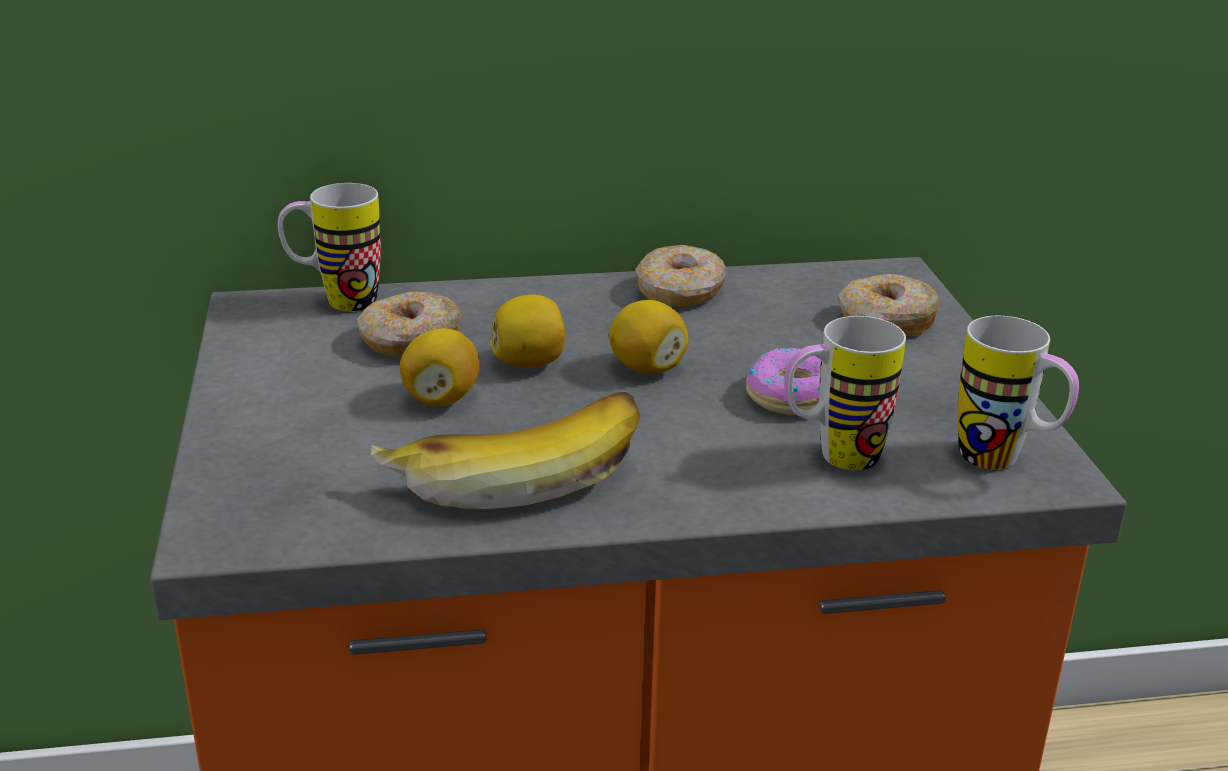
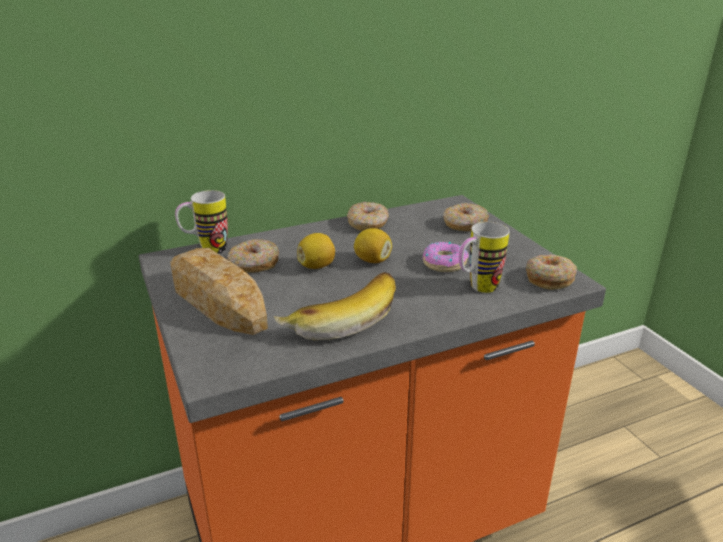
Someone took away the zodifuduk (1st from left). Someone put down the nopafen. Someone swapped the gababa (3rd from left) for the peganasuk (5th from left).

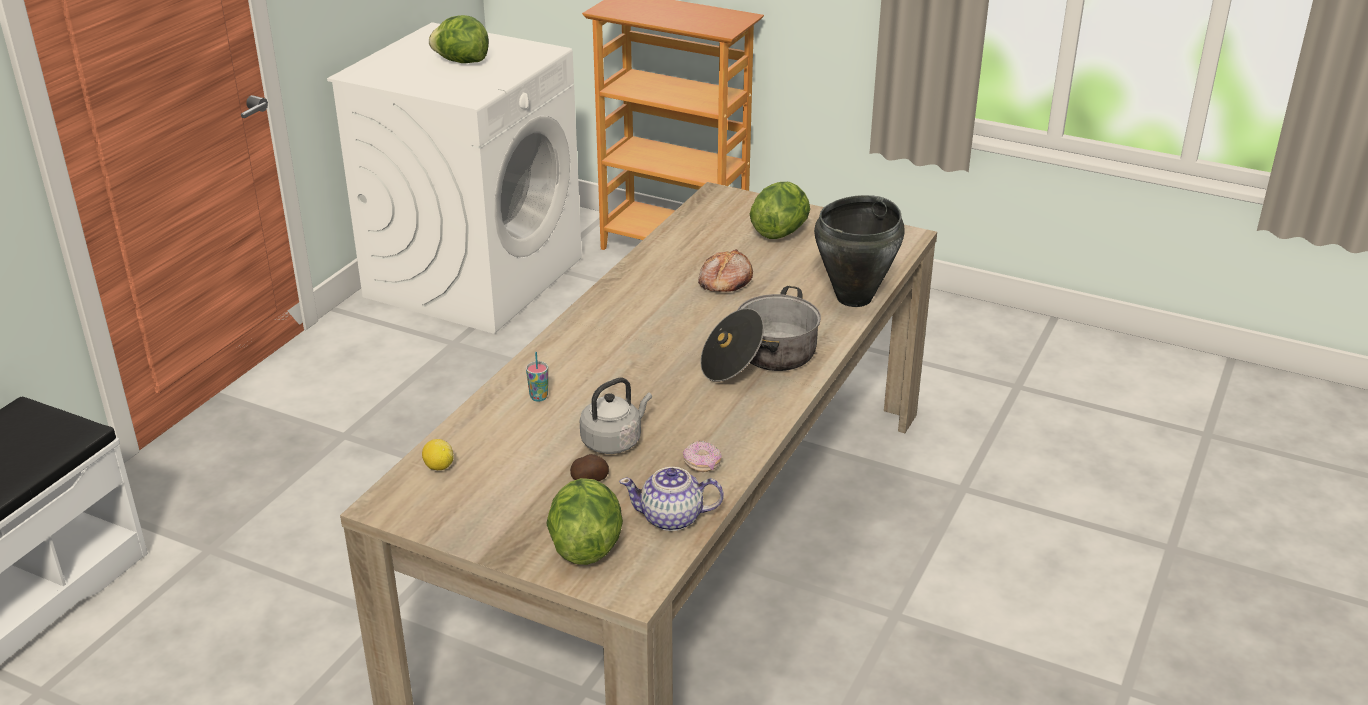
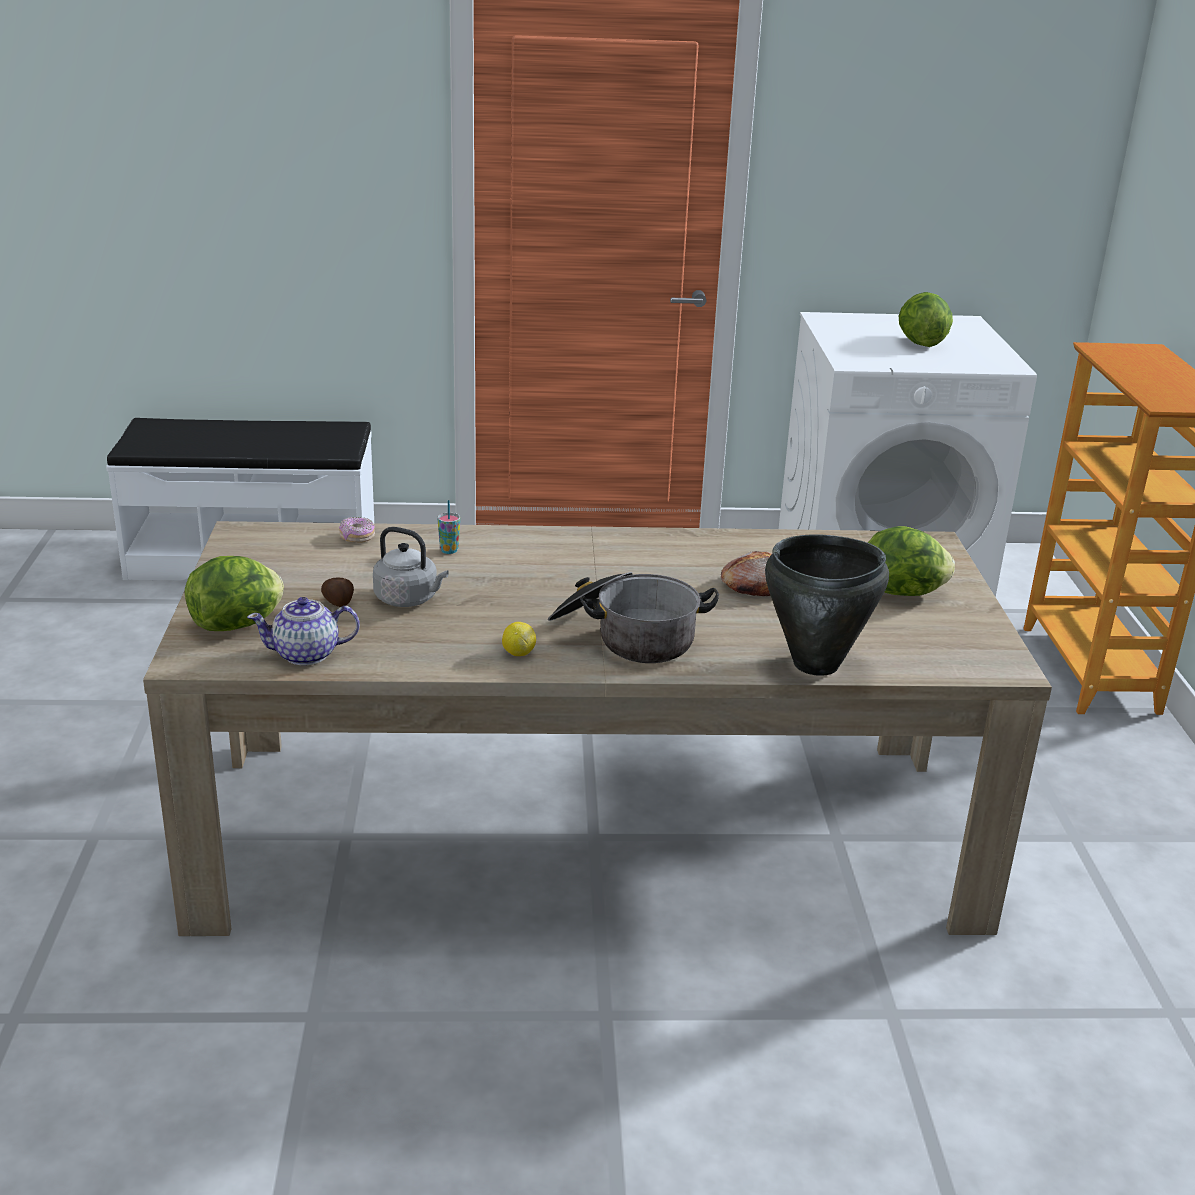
Someone carried the zodifuduk. Someone carried the peganasuk. Someone rotated the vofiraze by 75 degrees counterclockwise.

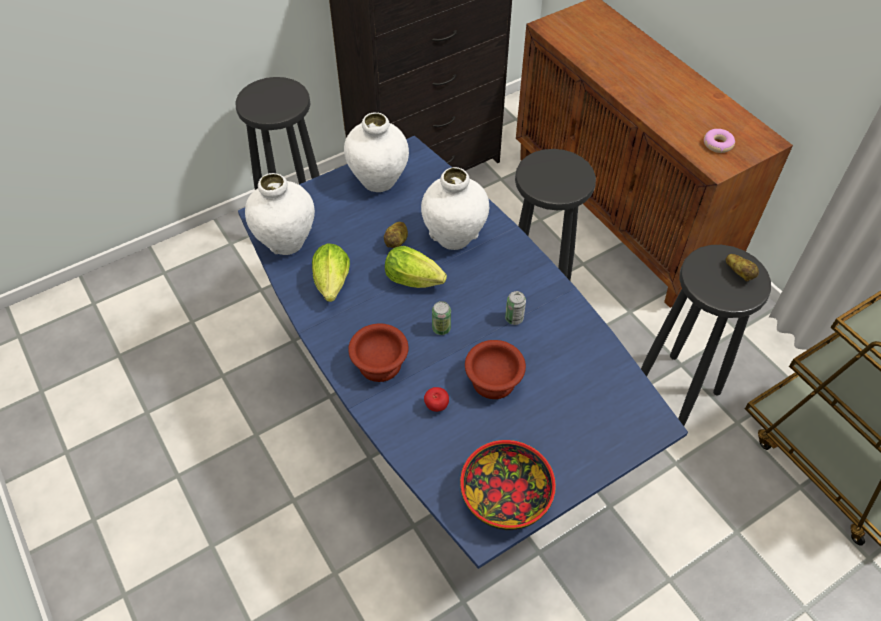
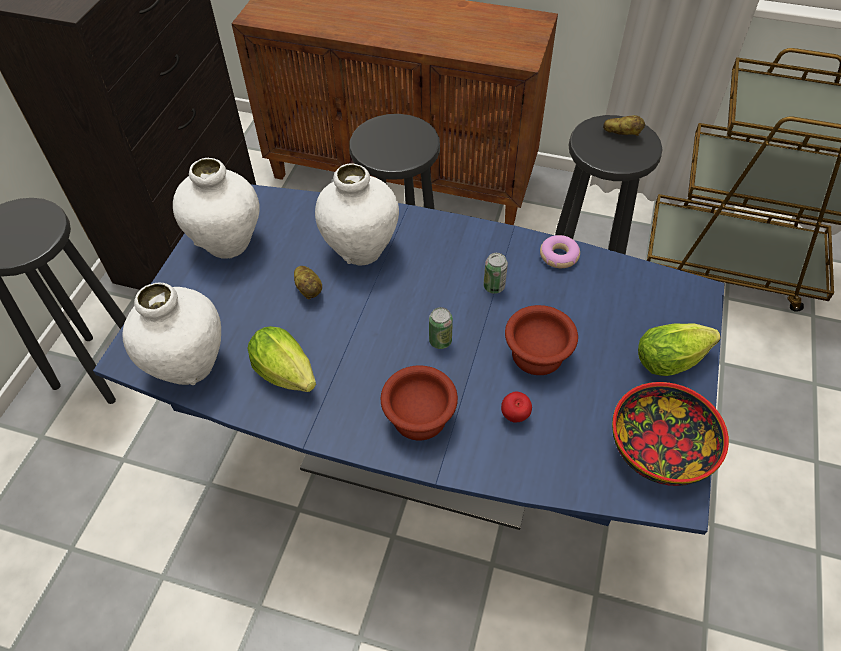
Someone carried the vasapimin (2nd from left). Someone carried the peganasuk.

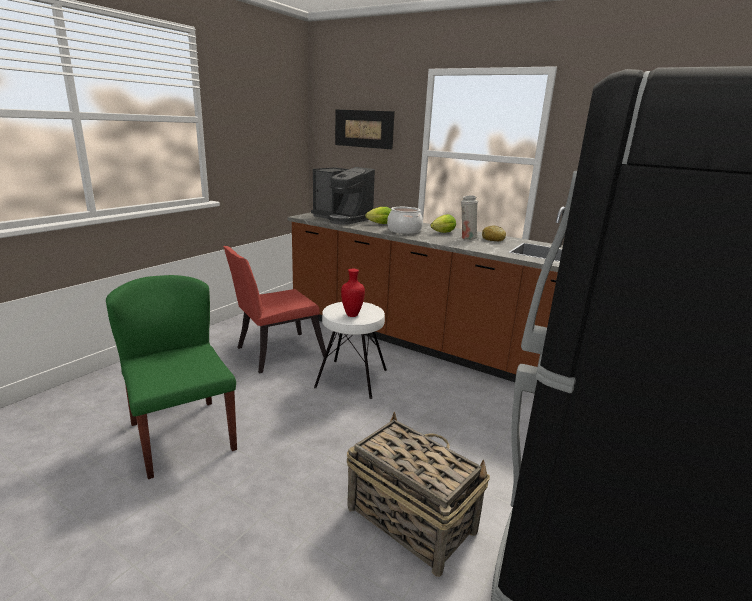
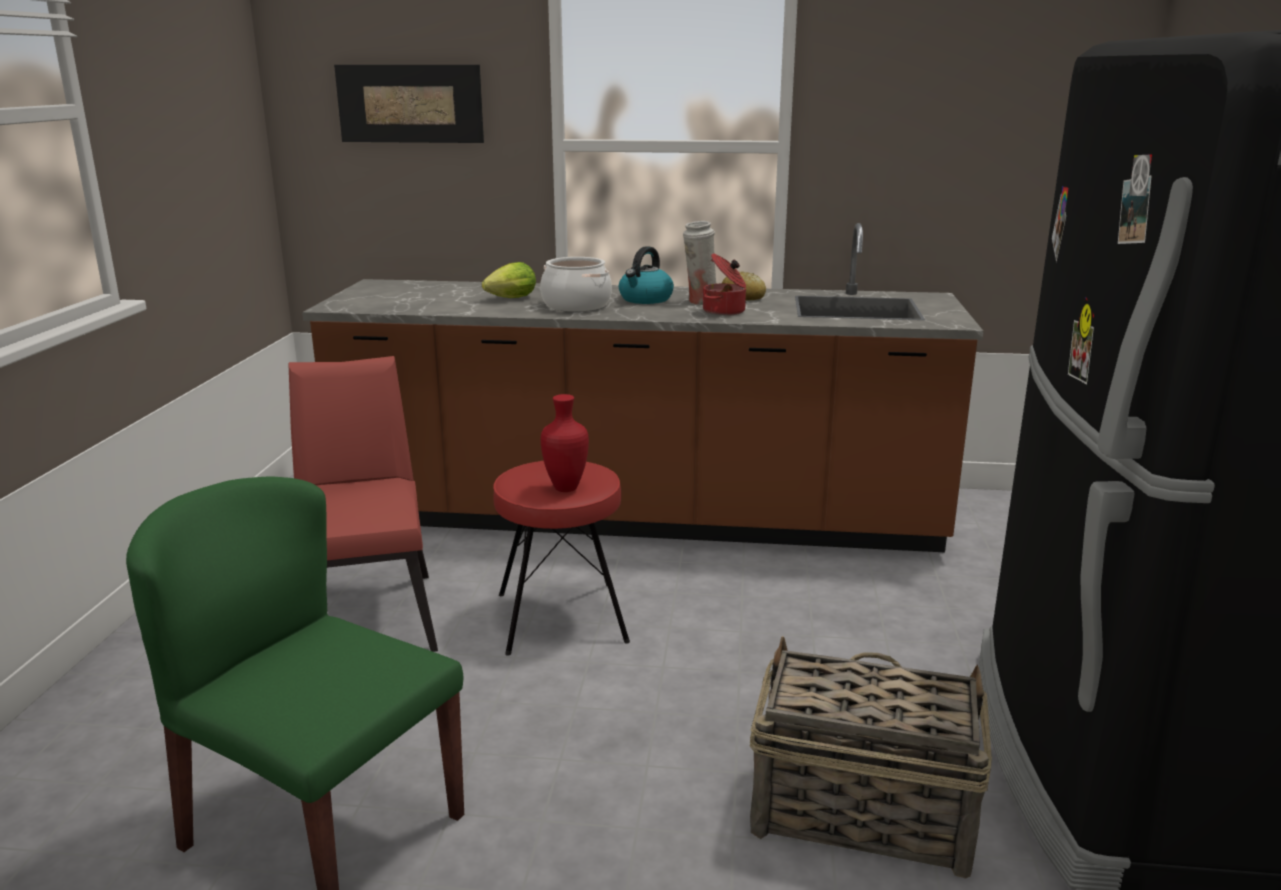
Someone took away the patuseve. Someone put down the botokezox (2nd from left). Someone swapped the vasapimin (2nd from left) for the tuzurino. Someone repainted the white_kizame, which became the red_kizame. Someone rotated the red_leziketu by 135 degrees clockwise.

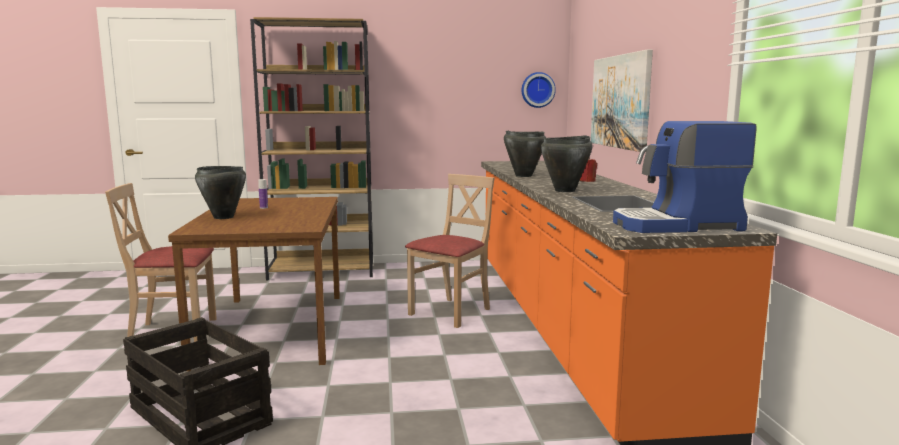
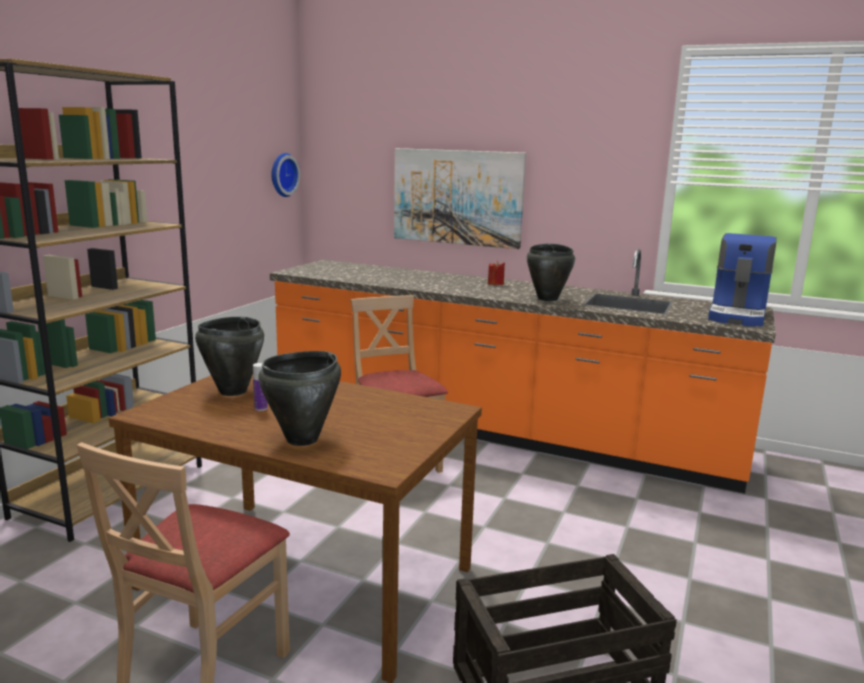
Someone carried the black_botokezox (2nd from left in the first image).

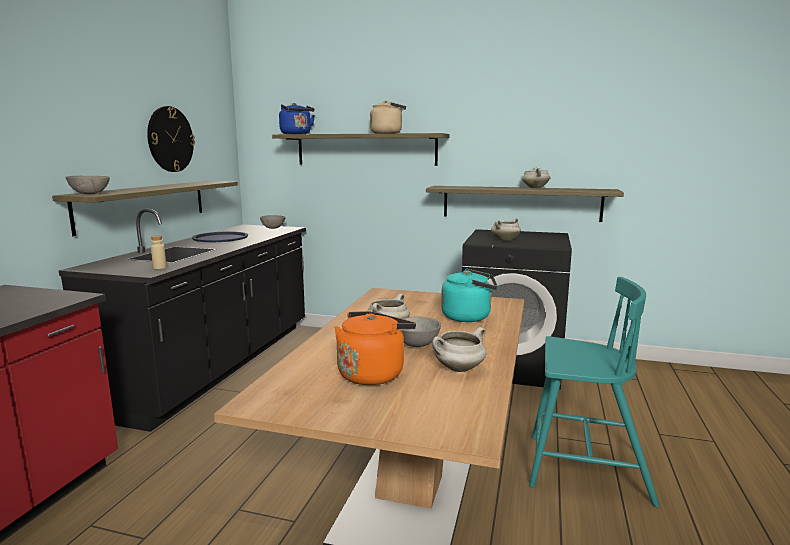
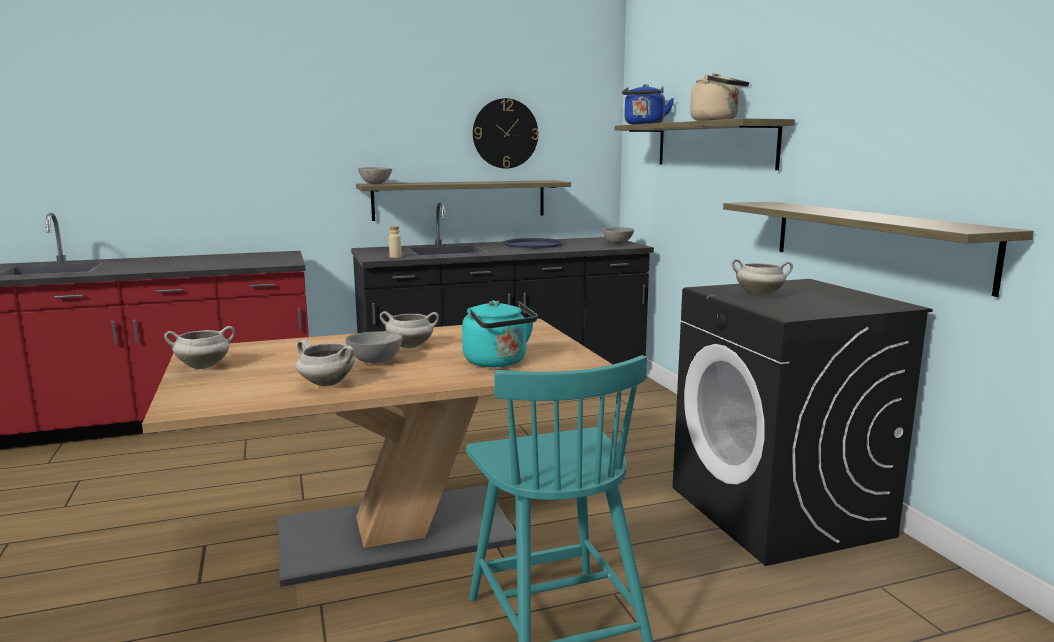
Someone took away the orange_tuzurino. Someone carried the white_botokezox (4th from left in the first image).

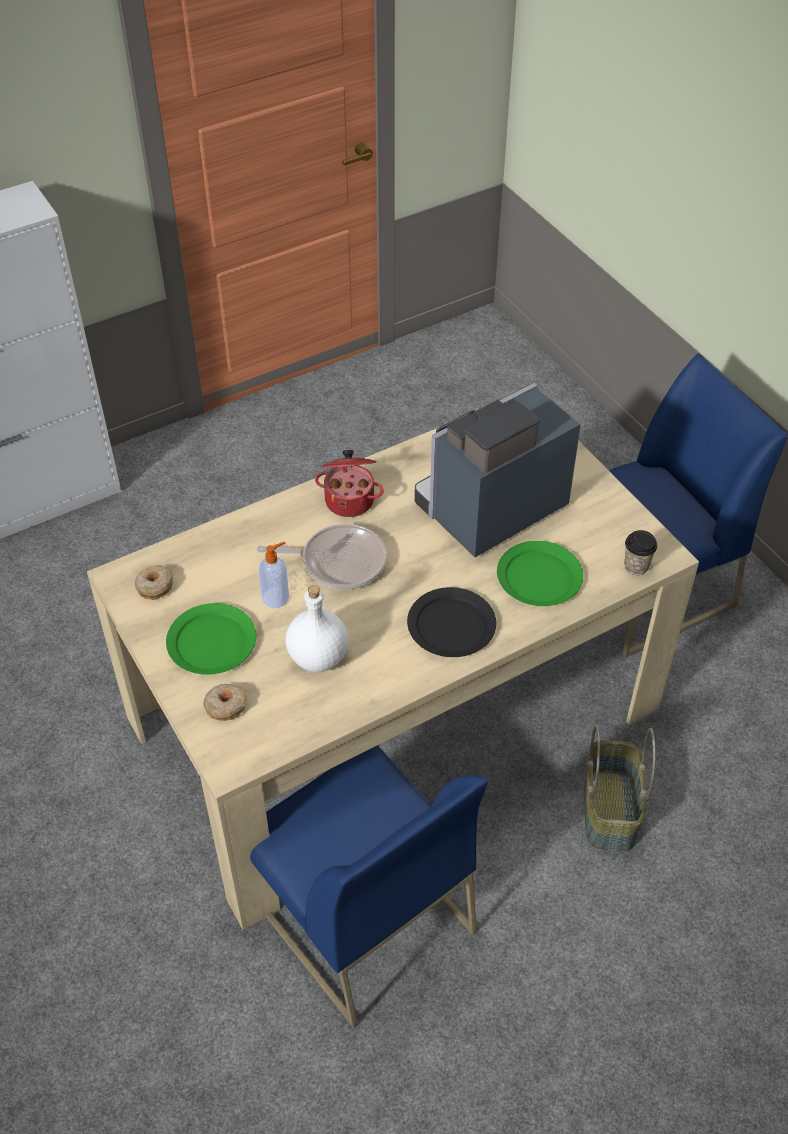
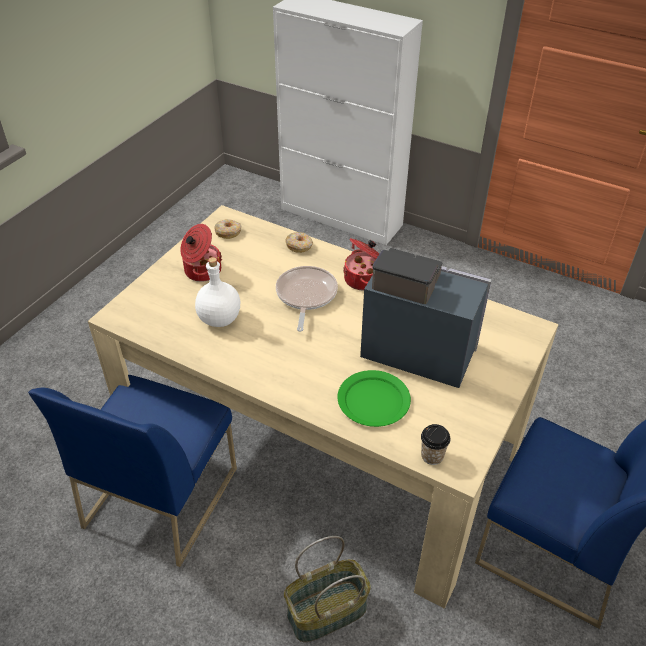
Someone took away the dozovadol. Someone took away the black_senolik. Someone carried the peganasuk (2nd from left). Someone swapped the green_senolik (1st from left) for the botokezox (1st from left). Someone rotated the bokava by 150 degrees counterclockwise.

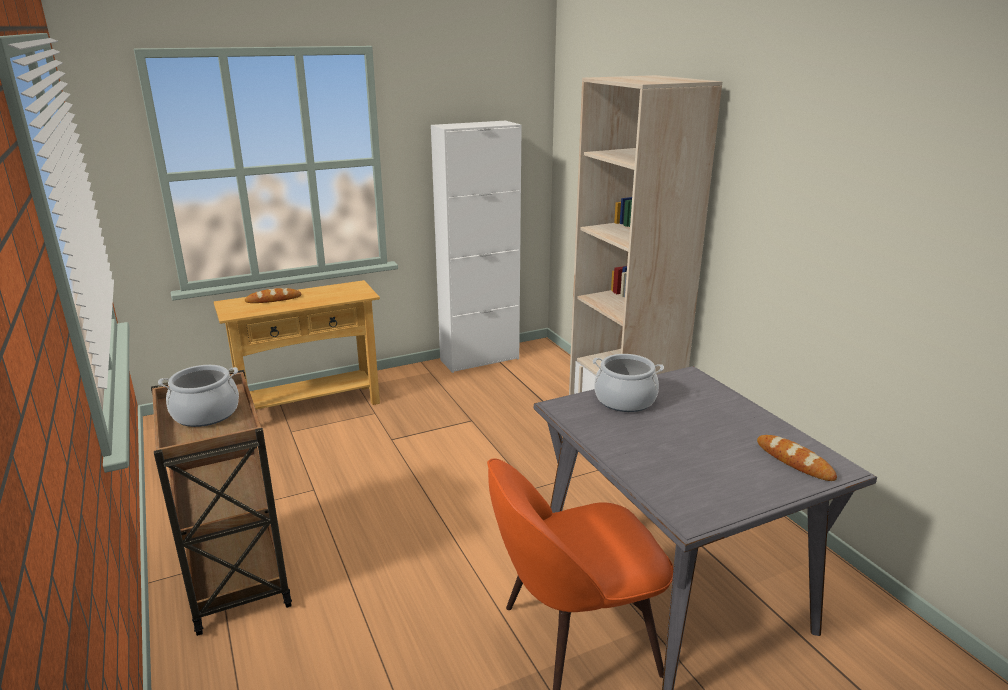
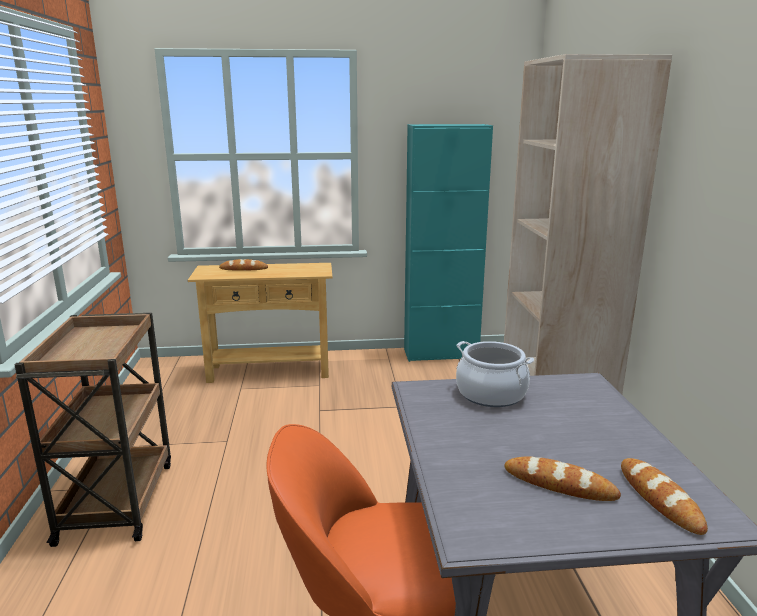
Someone took away the botokezox (1st from left). Someone put down the nopafen (2nd from left). Someone repainted the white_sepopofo, which became the turquoise_sepopofo.

